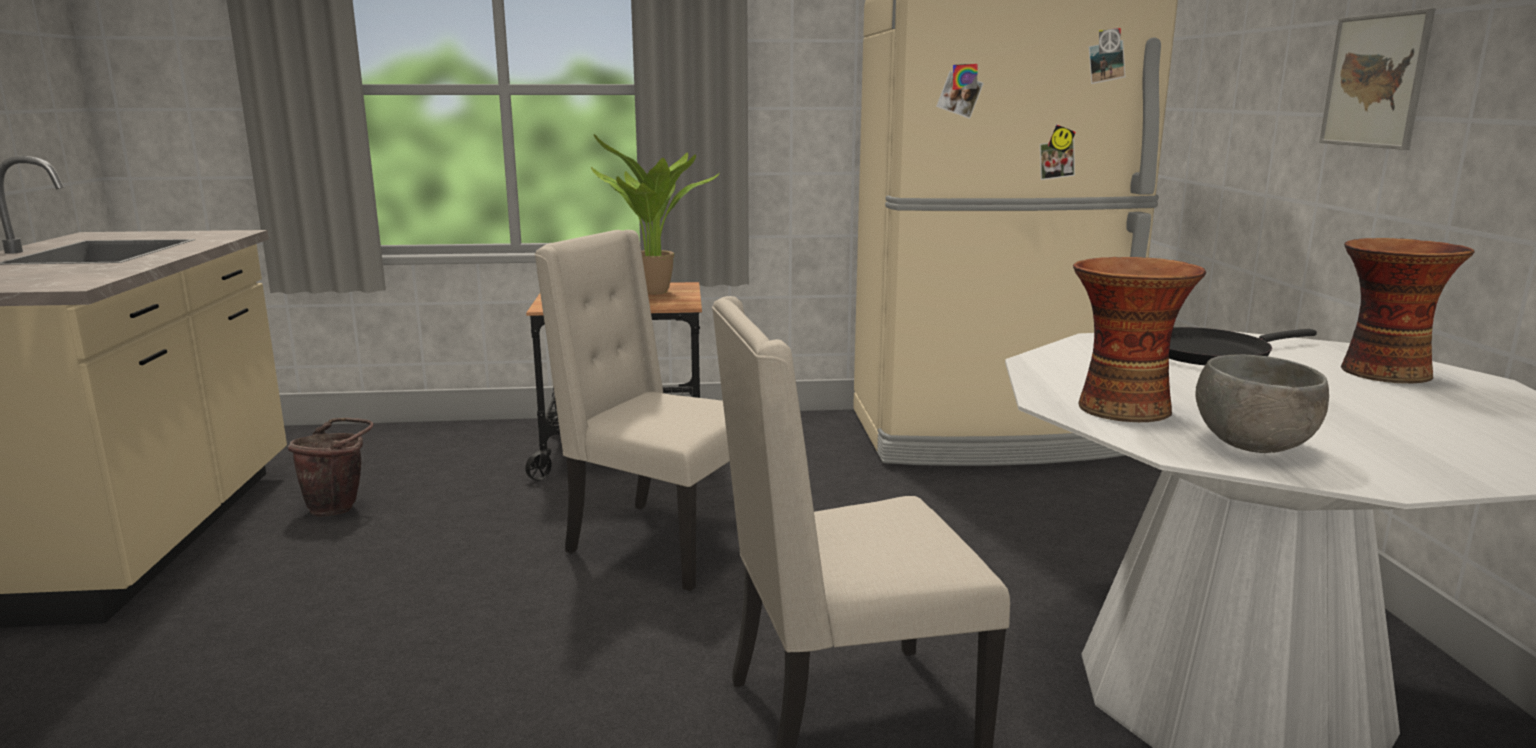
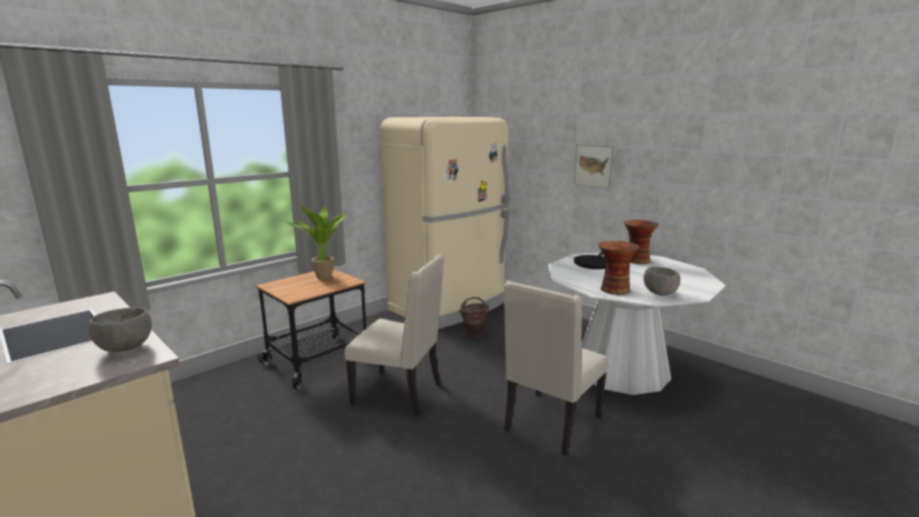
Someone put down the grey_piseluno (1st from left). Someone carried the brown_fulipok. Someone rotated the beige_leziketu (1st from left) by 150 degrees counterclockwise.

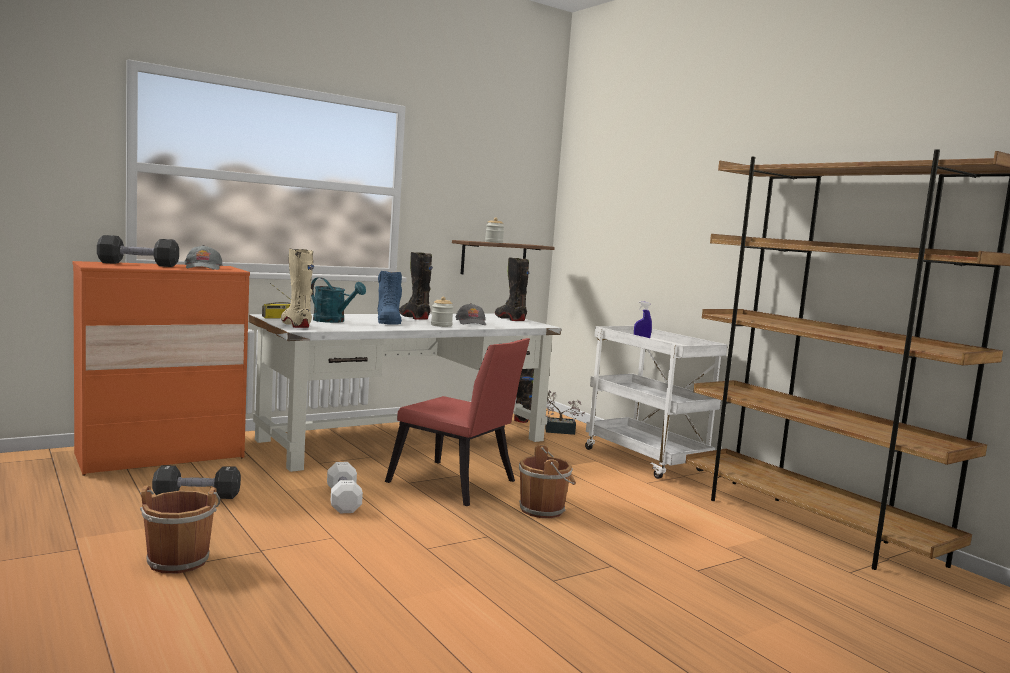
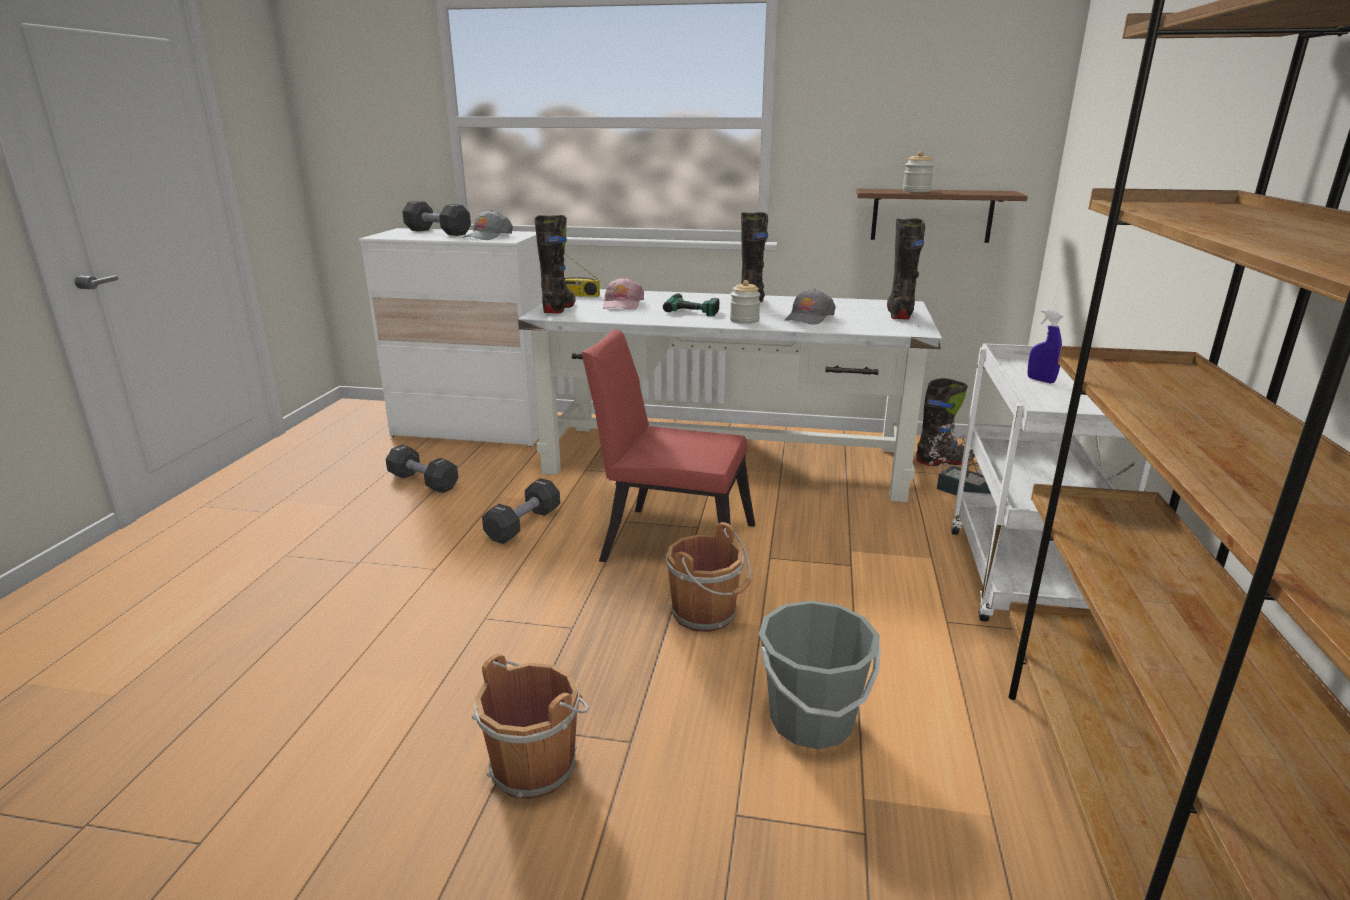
Someone put down the grey_fulipok. Someone carried the brown_fulipok (1st from left). Someone swapped the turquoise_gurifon for the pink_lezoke. Someone swapped the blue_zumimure for the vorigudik. Someone repainted the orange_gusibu, which became the white_gusibu. Someone repainted the beige_zumimure, which became the black_zumimure (1st from left). Someone repainted the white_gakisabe, which became the black_gakisabe (3rd from left). Someone rotated the red_leziketu by 120 degrees clockwise.

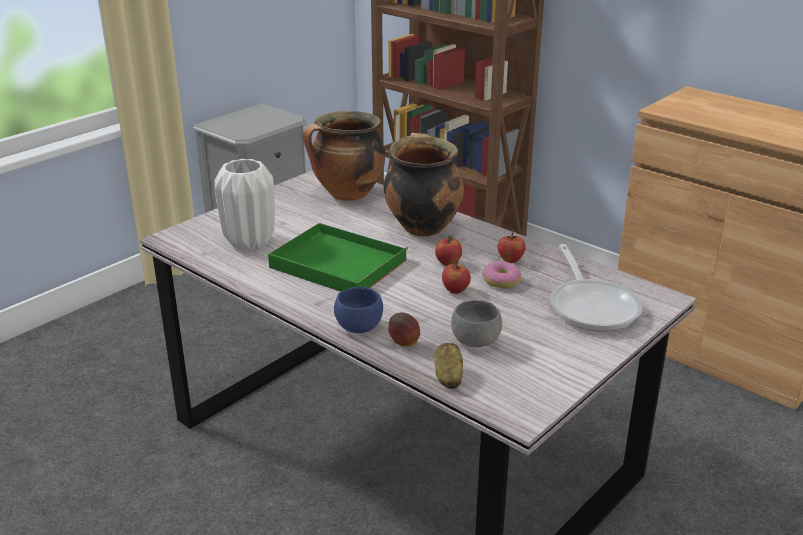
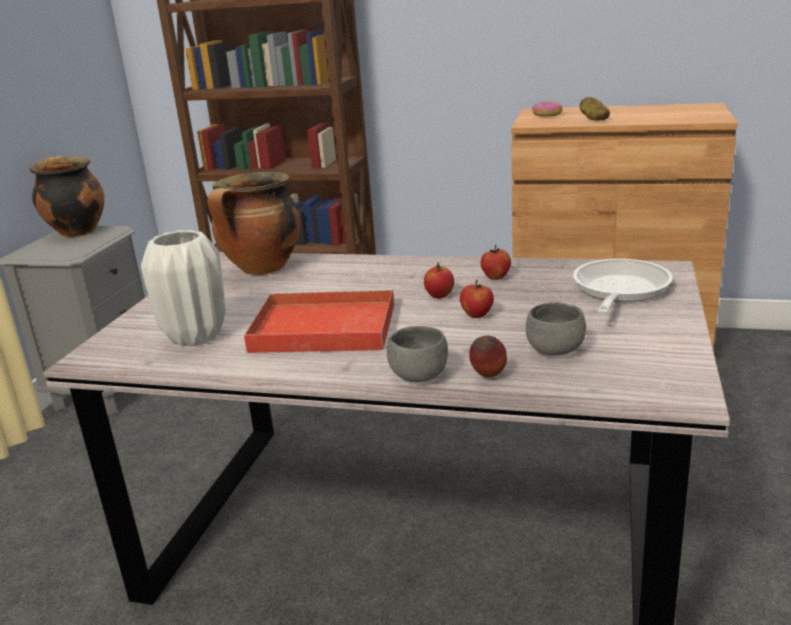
Someone carried the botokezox (2nd from left in the first image). Someone carried the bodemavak. Someone carried the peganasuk. Someone repainted the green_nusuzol, which became the red_nusuzol. Someone repainted the blue_piseluno, which became the grey_piseluno (1st from left). Someone rotated the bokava by 120 degrees counterclockwise.

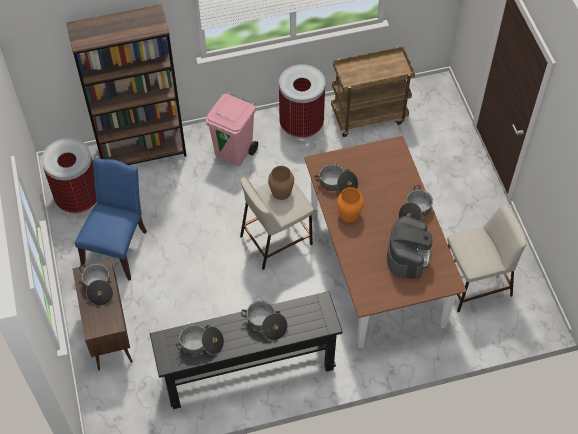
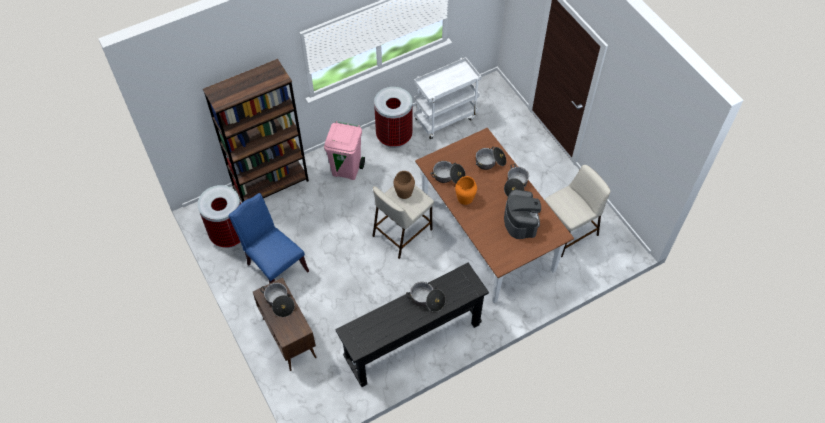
Someone carried the botokezox (2nd from left in the first image). Someone repainted the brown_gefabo, which became the white_gefabo. Someone rotated the blue_leziketu by 45 degrees counterclockwise.

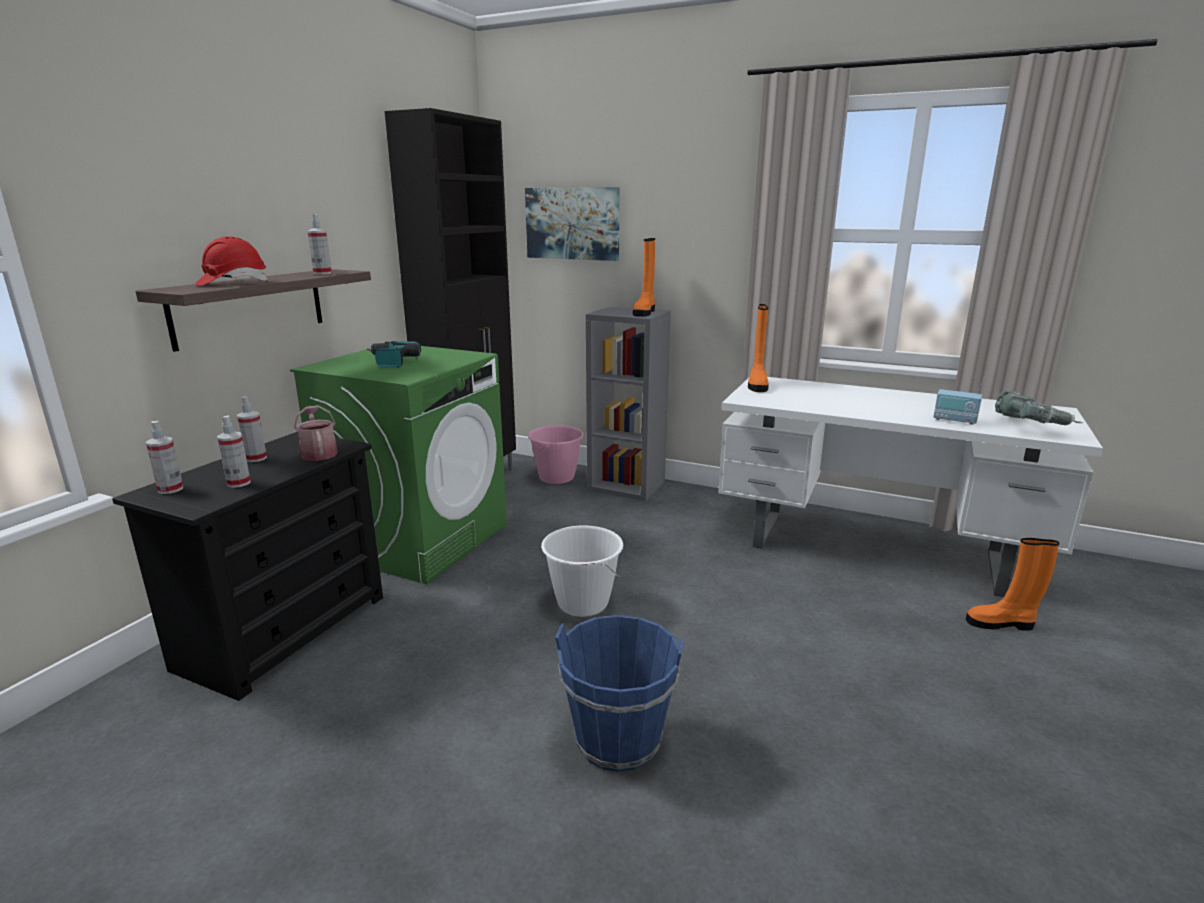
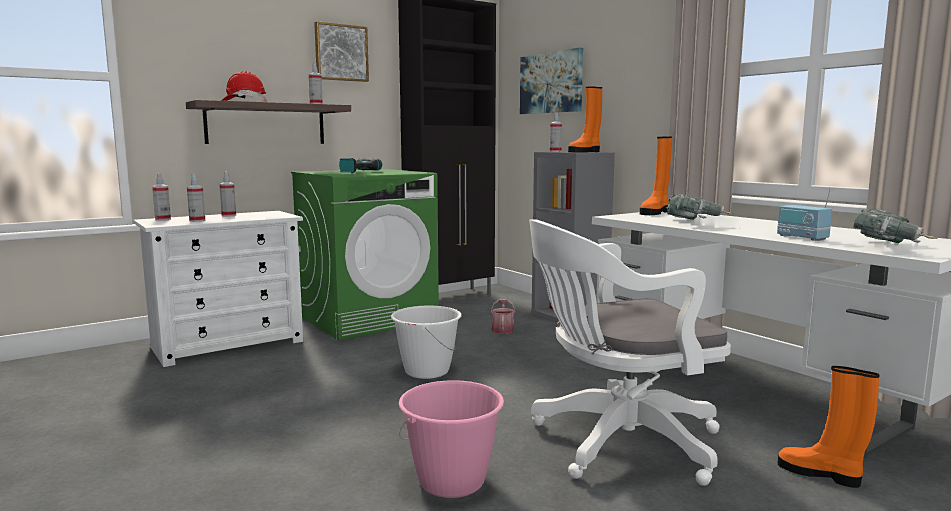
Someone took away the blue_fulipok. Someone put up the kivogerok (1st from left). Someone put down the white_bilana. Someone put down the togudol (5th from left). Someone put down the vorigudik (2nd from left). Someone carried the gurifon. Someone carried the pink_fulipok. Someone repainted the black_gusibu, which became the white_gusibu.

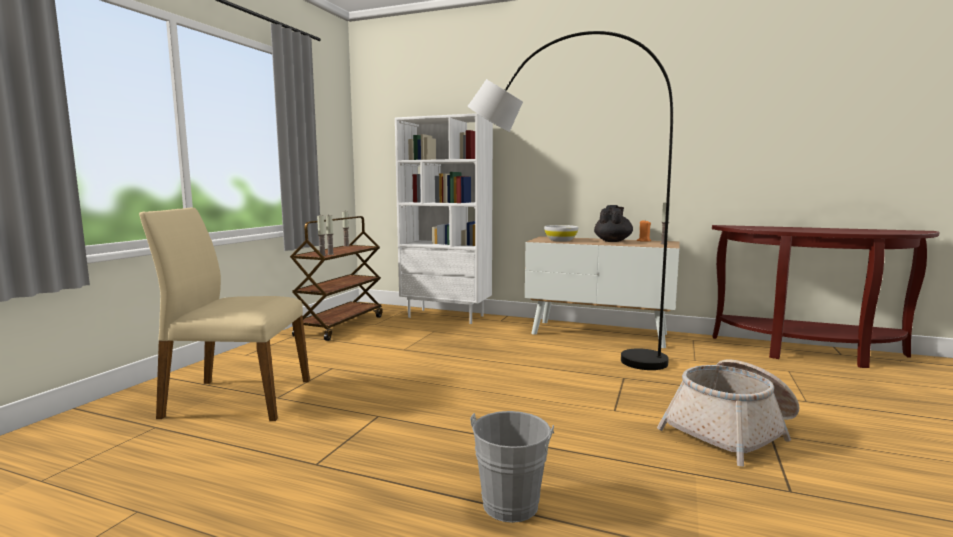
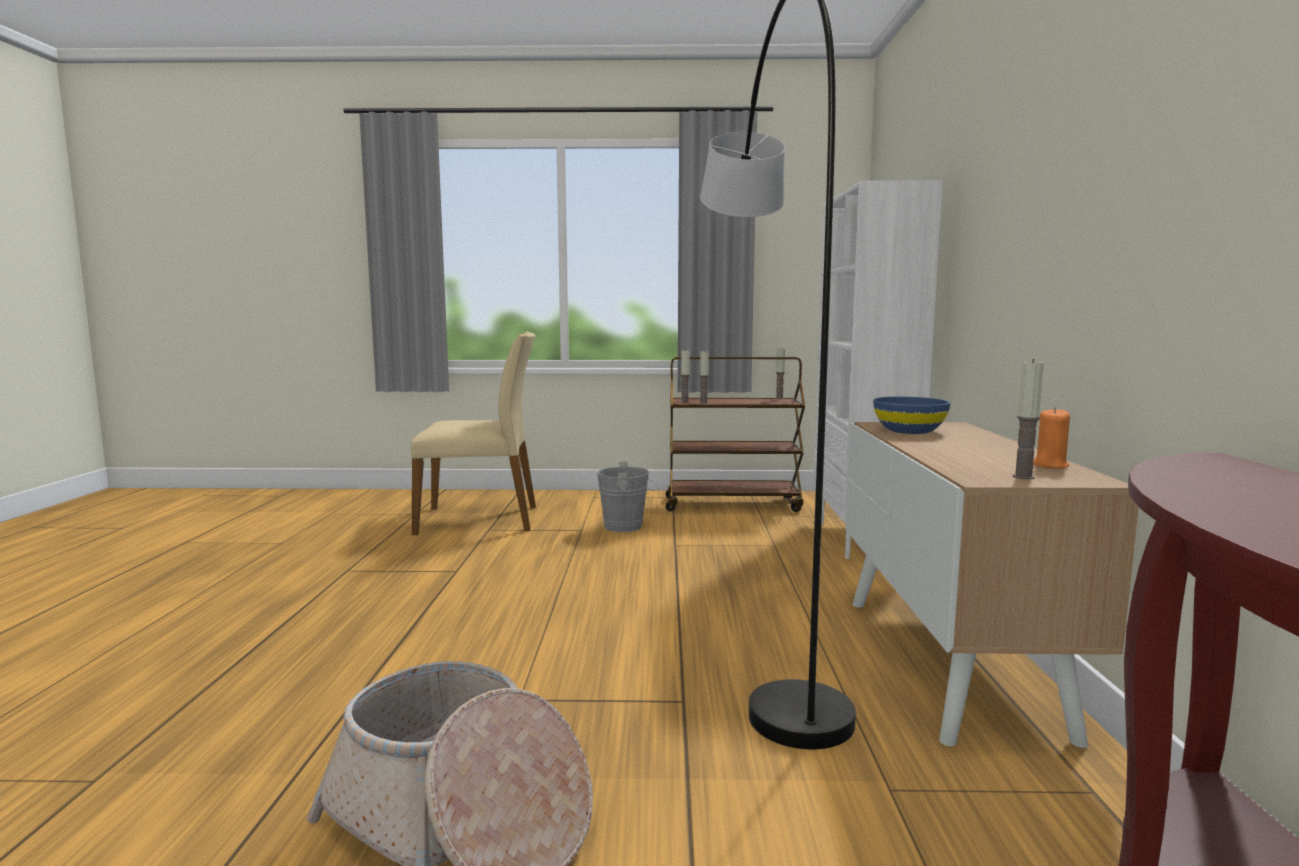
Someone took away the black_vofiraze. Someone carried the grey_fulipok. Someone repainted the white_piseluno, which became the blue_piseluno. Someone rotated the beige_leziketu by 105 degrees clockwise.

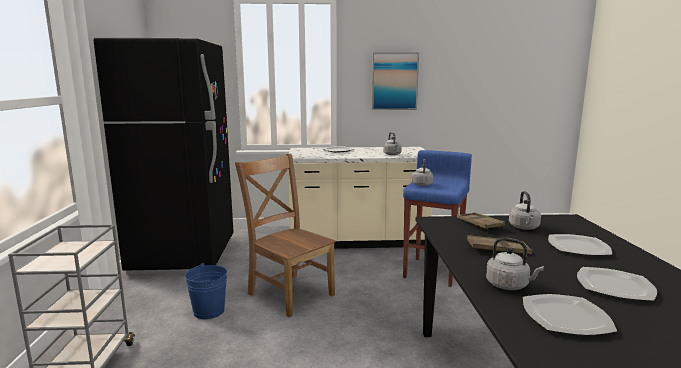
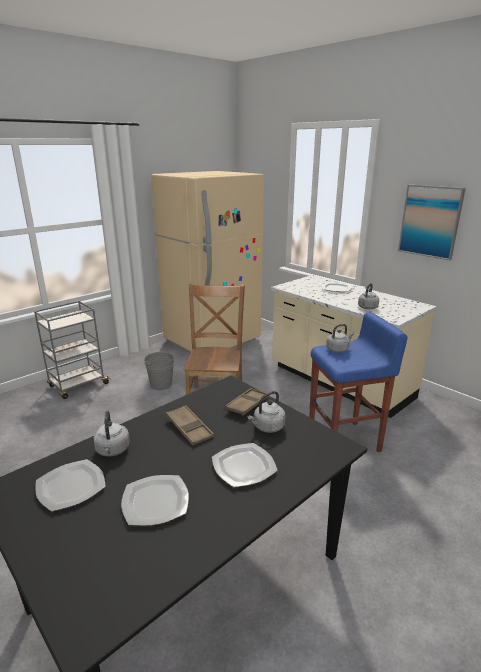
Someone repainted the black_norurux, which became the beige_norurux. Someone repainted the blue_fulipok, which became the grey_fulipok.

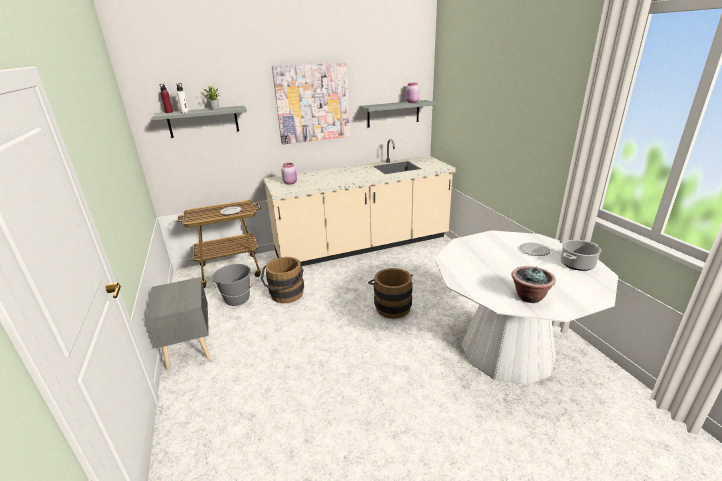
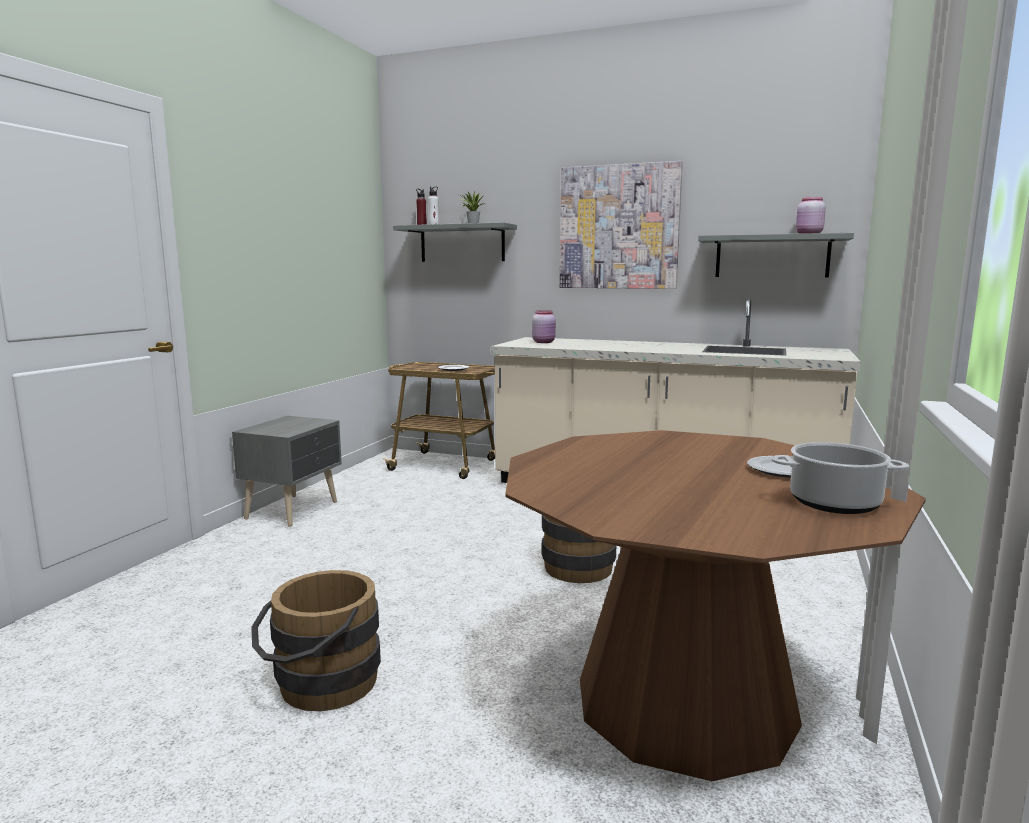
Someone took away the grey_fulipok. Someone took away the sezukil (2nd from left). Someone carried the brown_fulipok (1st from left). Someone repainted the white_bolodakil, which became the brown_bolodakil.

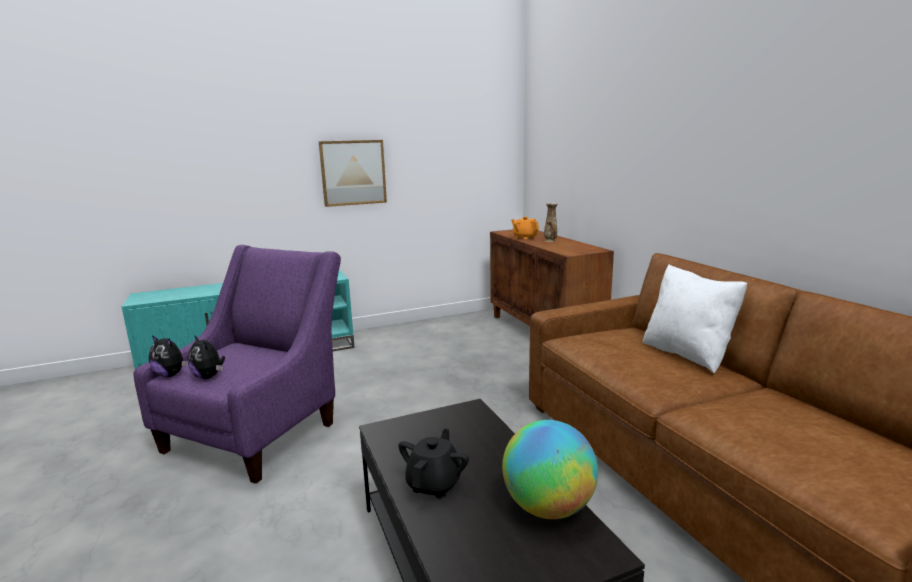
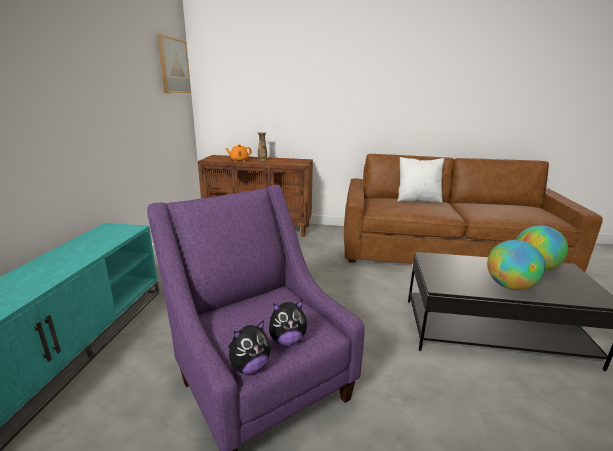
Someone carried the kivogerok. Someone swapped the black_vofiraze for the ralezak (1st from left).

